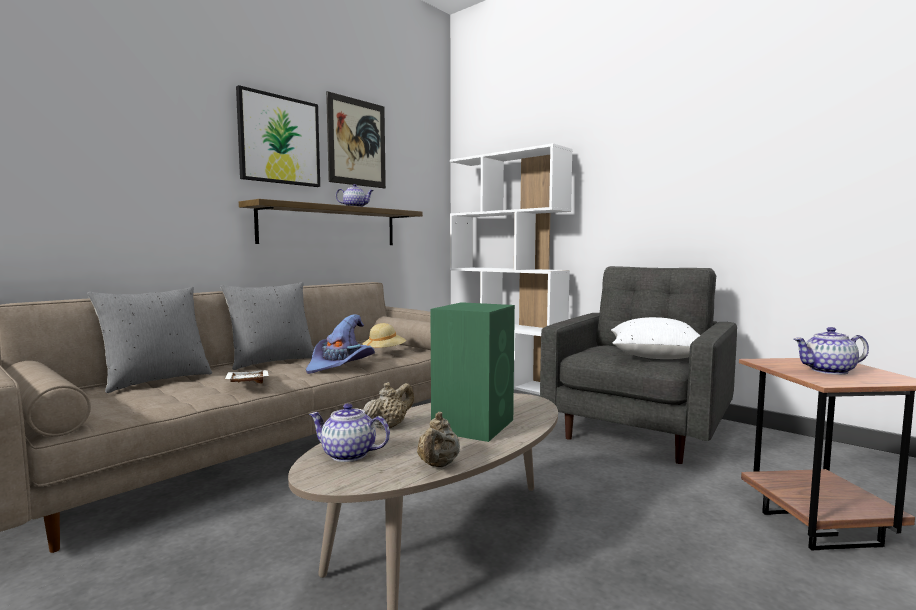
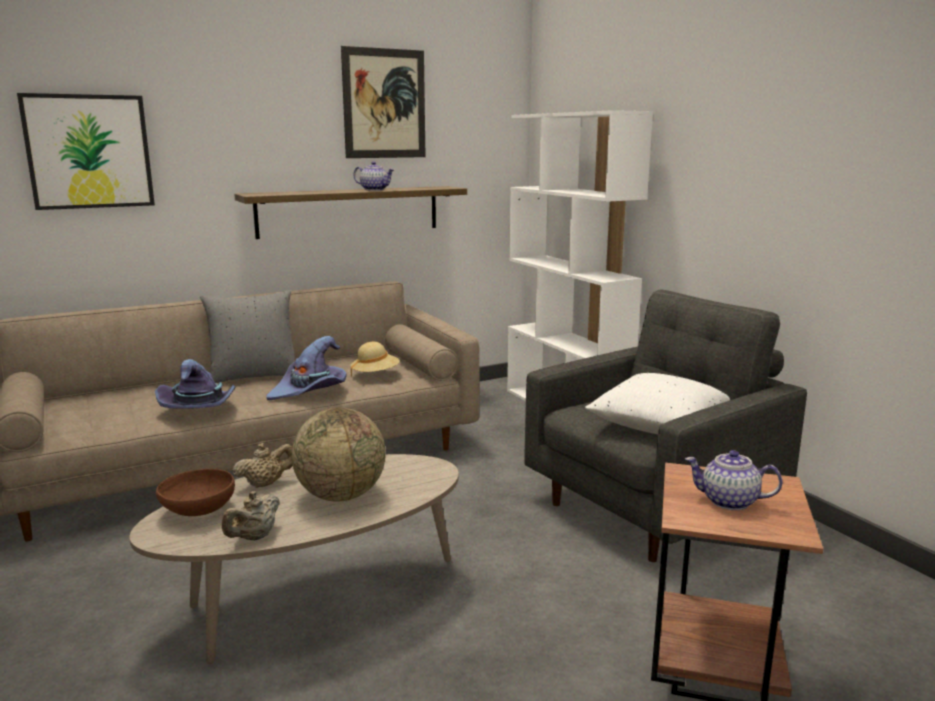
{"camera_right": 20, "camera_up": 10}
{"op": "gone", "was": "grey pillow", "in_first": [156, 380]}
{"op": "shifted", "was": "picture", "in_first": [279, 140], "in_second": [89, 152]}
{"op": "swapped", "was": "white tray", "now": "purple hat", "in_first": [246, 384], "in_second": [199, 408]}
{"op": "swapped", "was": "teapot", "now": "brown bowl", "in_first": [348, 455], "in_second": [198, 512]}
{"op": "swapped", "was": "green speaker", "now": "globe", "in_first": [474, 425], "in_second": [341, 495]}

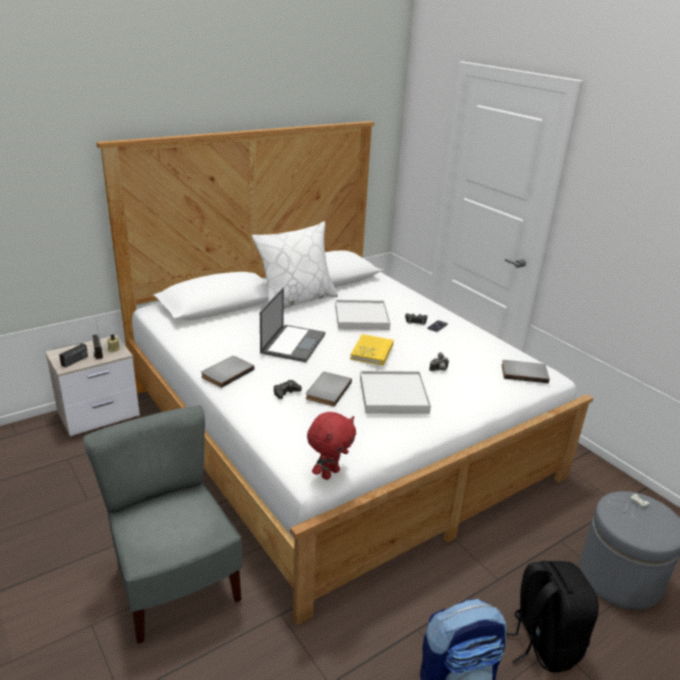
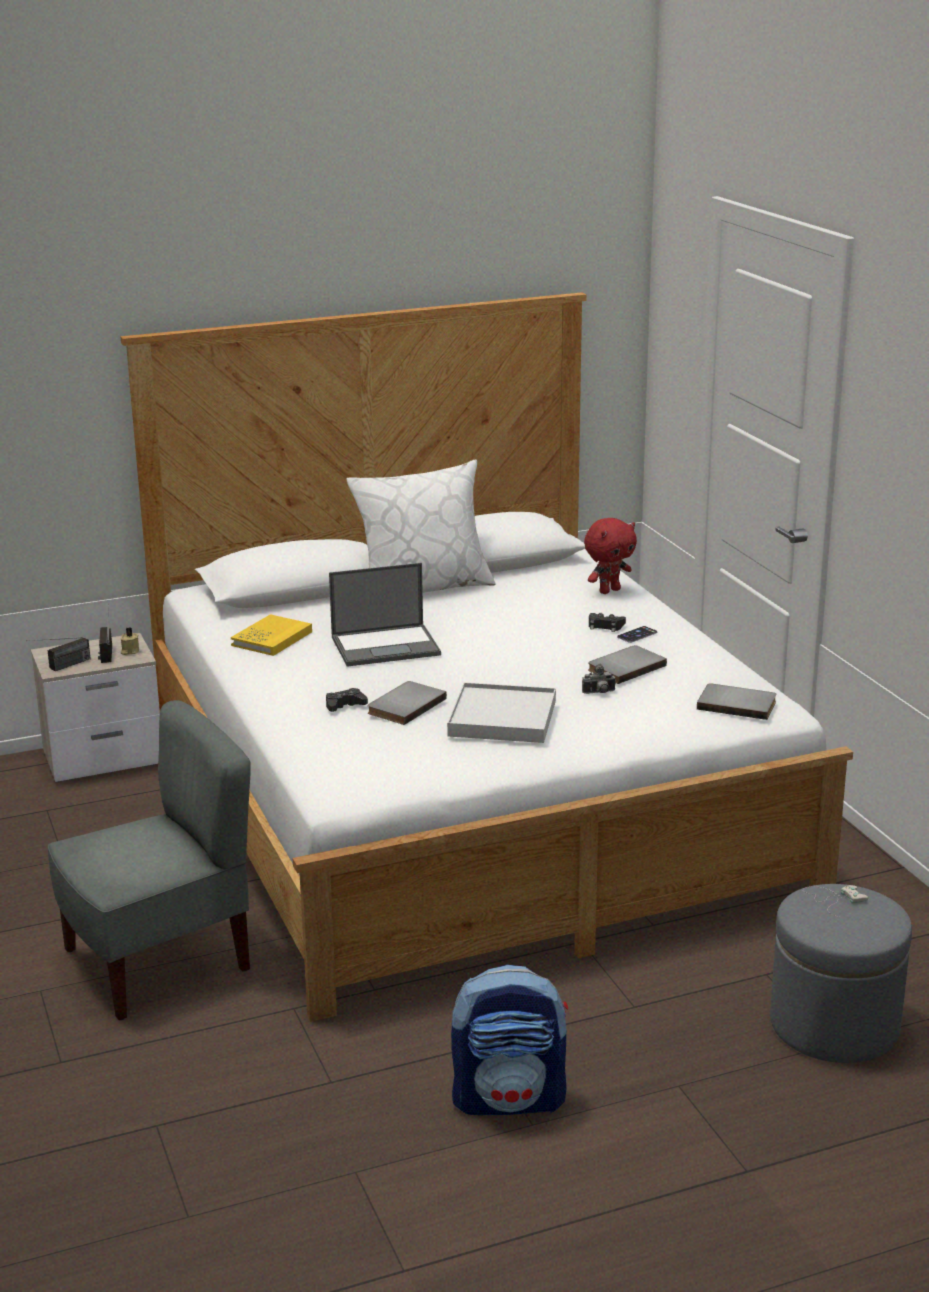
{"camera_right": 15, "camera_up": -5}
{"op": "gone", "was": "white tray", "in_first": [361, 318]}
{"op": "gone", "was": "black backpack", "in_first": [542, 642]}
{"op": "shifted", "was": "grey book", "in_first": [226, 372], "in_second": [624, 667]}
{"op": "shifted", "was": "red plush toy", "in_first": [329, 473], "in_second": [609, 590]}
{"op": "shifted", "was": "yellow book", "in_first": [372, 352], "in_second": [272, 639]}
{"op": "rotated", "was": "grey chair", "in_first": [174, 584], "in_second": [159, 962], "clockwise": 75}
{"op": "rotated", "was": "laptop", "in_first": [293, 343], "in_second": [387, 646], "clockwise": 45}

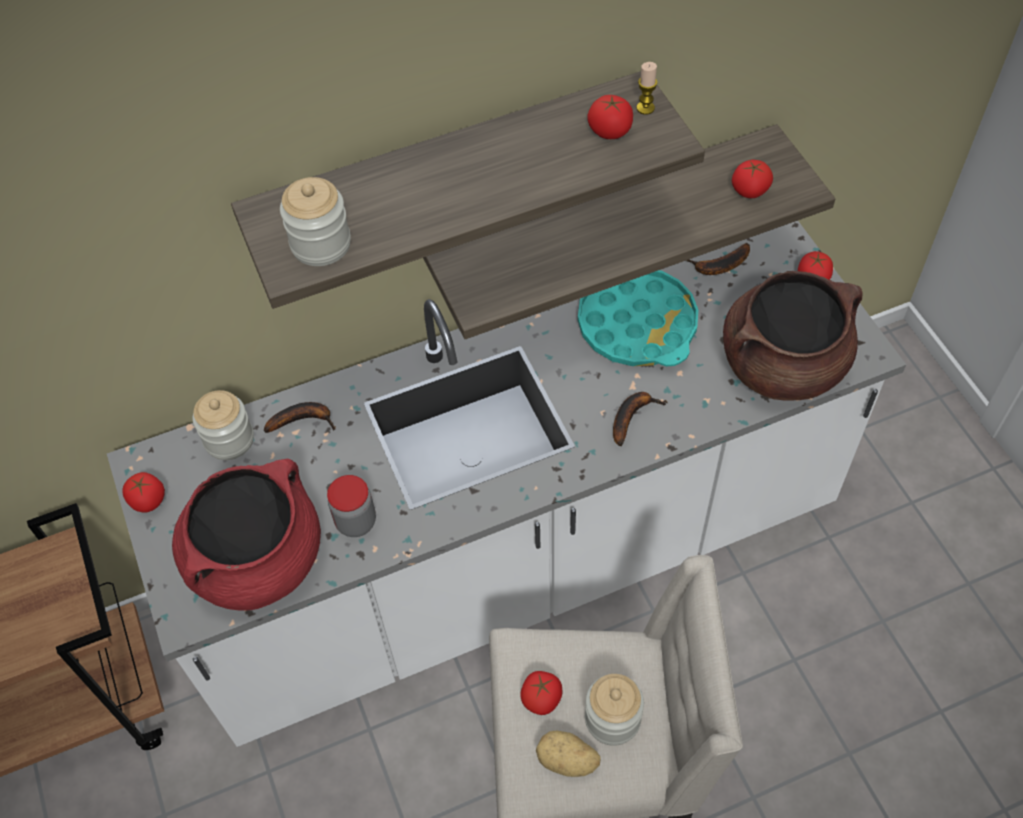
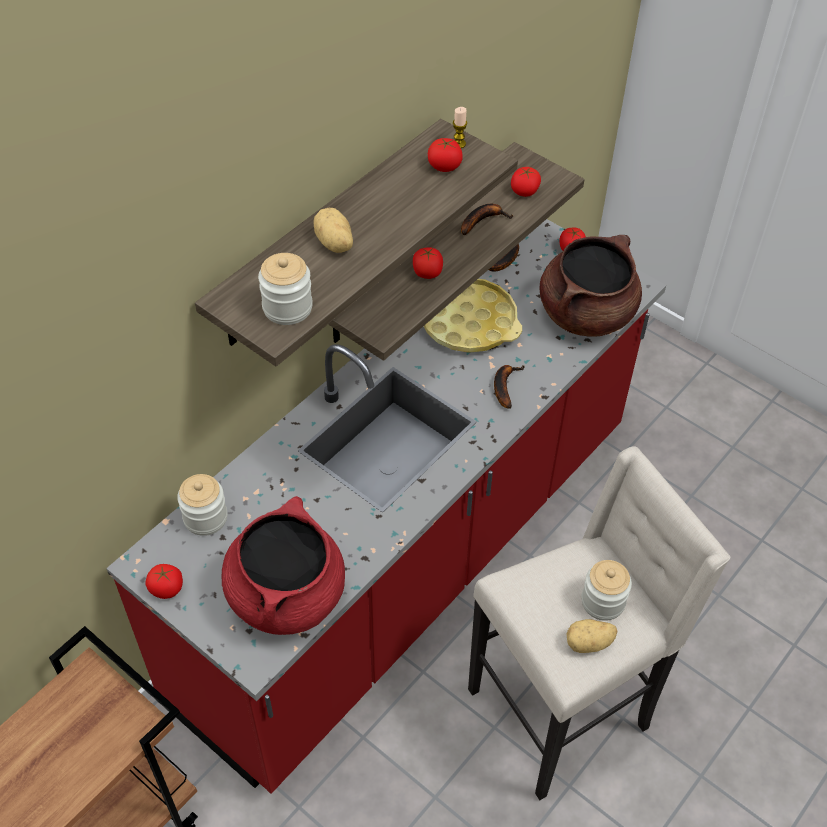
{"camera_right": -30, "camera_up": -5}
{"op": "gone", "was": "jar", "in_first": [356, 522]}
{"op": "new", "now": "potato", "in_second": [333, 244]}
{"op": "shifted", "was": "banana", "in_first": [304, 420], "in_second": [482, 220]}
{"op": "shifted", "was": "tomato", "in_first": [541, 699], "in_second": [427, 273]}
{"op": "repainted", "was": "white counter", "now": "red counter", "in_first": [519, 563], "in_second": [410, 563]}
{"op": "repainted", "was": "turquoise tray", "now": "yellow tray", "in_first": [637, 324], "in_second": [468, 321]}

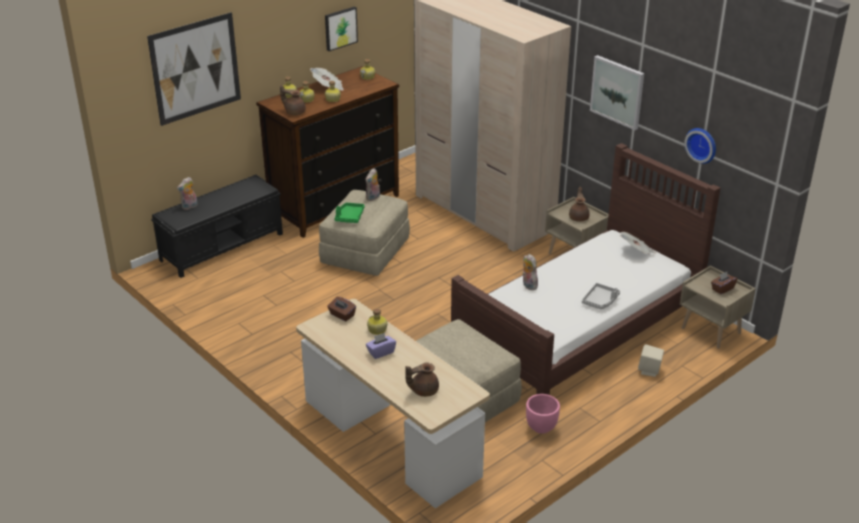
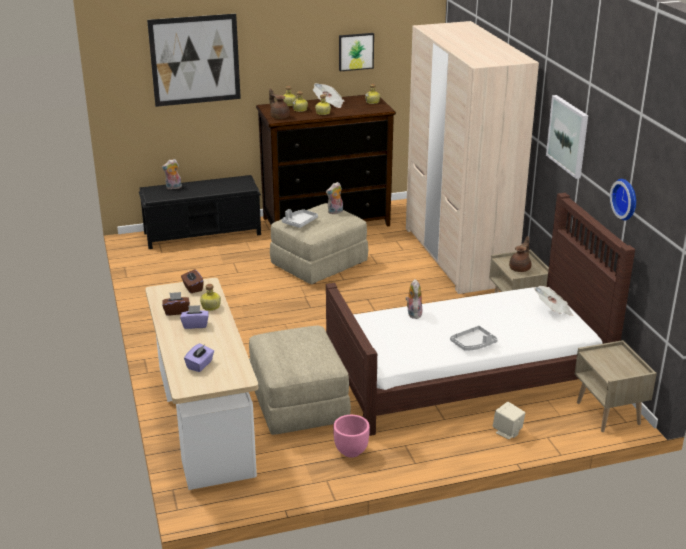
{"camera_right": 25, "camera_up": -5}
{"op": "shifted", "was": "brown tissue box", "in_first": [722, 289], "in_second": [176, 311]}
{"op": "swapped", "was": "brown teapot", "now": "purple tissue box", "in_first": [423, 390], "in_second": [200, 365]}
{"op": "repainted", "was": "green tray", "now": "grey tray", "in_first": [349, 217], "in_second": [299, 222]}

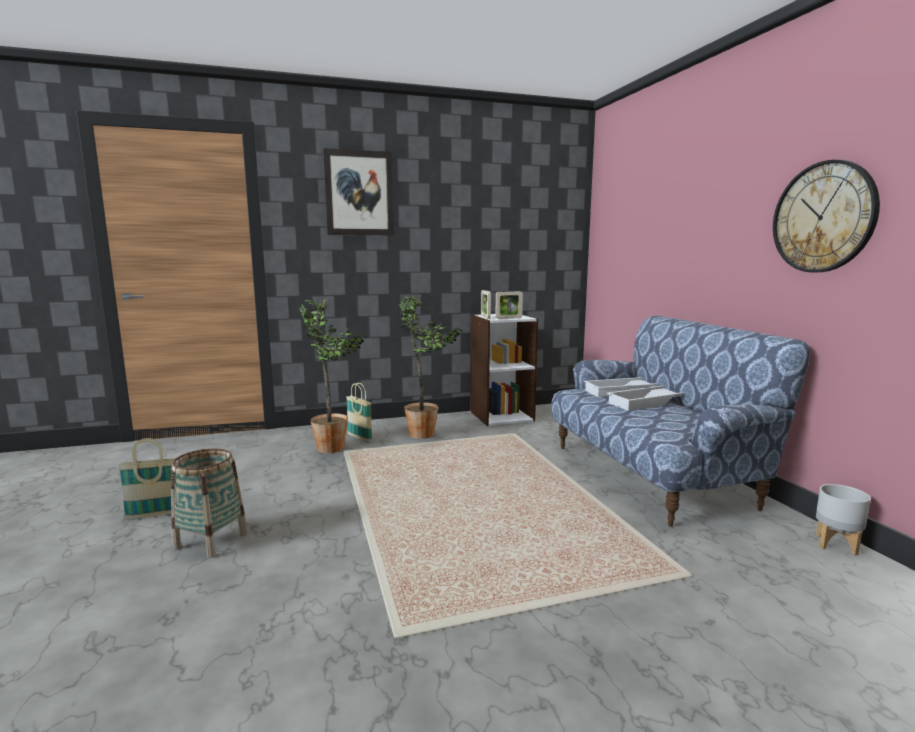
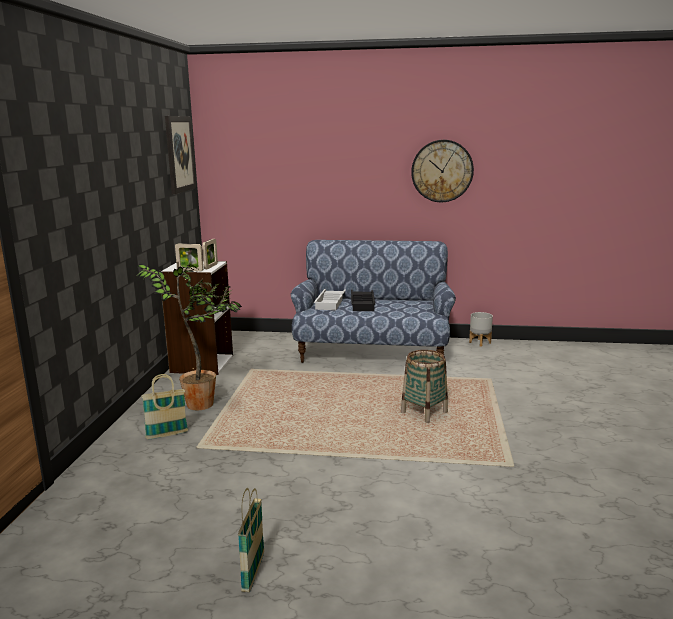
{"camera_right": -65, "camera_up": 5}
{"op": "gone", "was": "potted plant", "in_first": [332, 449]}
{"op": "shifted", "was": "basket", "in_first": [211, 541], "in_second": [424, 413]}
{"op": "shifted", "was": "picture", "in_first": [359, 193], "in_second": [180, 154]}
{"op": "repainted", "was": "white tray", "now": "black tray", "in_first": [647, 403], "in_second": [363, 303]}

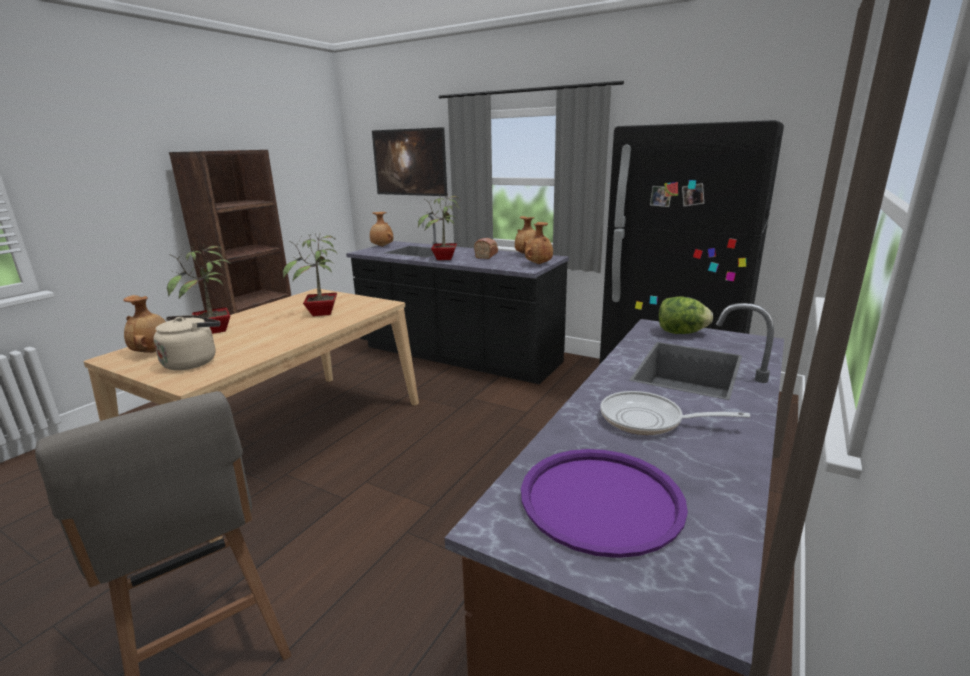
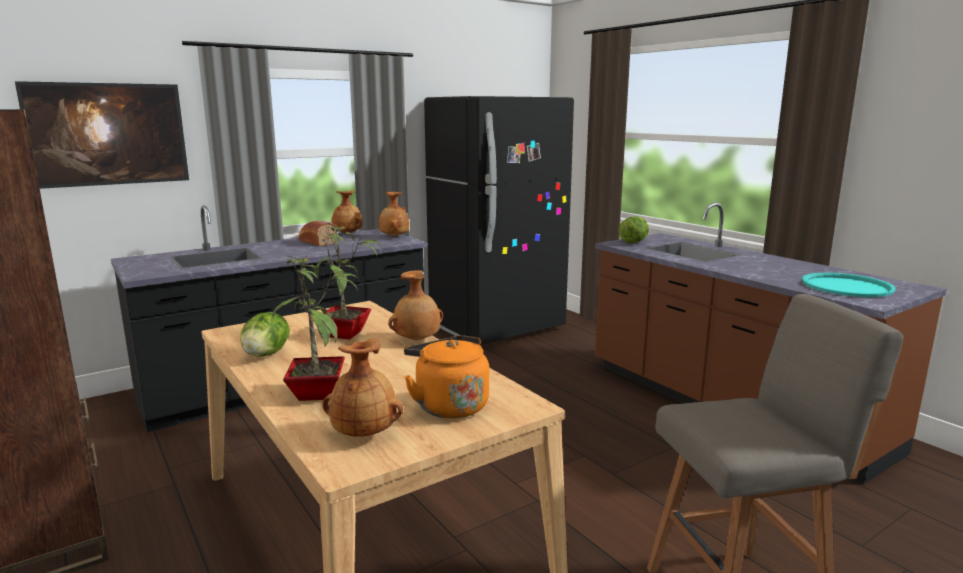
{"camera_right": -65, "camera_up": -5}
{"op": "gone", "was": "potted plant", "in_first": [444, 259]}
{"op": "gone", "was": "frying pan", "in_first": [648, 420]}
{"op": "new", "now": "lettuce", "in_second": [266, 354]}
{"op": "shifted", "was": "brown vase", "in_first": [382, 246], "in_second": [417, 340]}
{"op": "repainted", "was": "beige kettle", "now": "orange kettle", "in_first": [193, 362], "in_second": [448, 405]}
{"op": "repainted", "was": "purple tray", "now": "turquoise tray", "in_first": [600, 500], "in_second": [847, 286]}

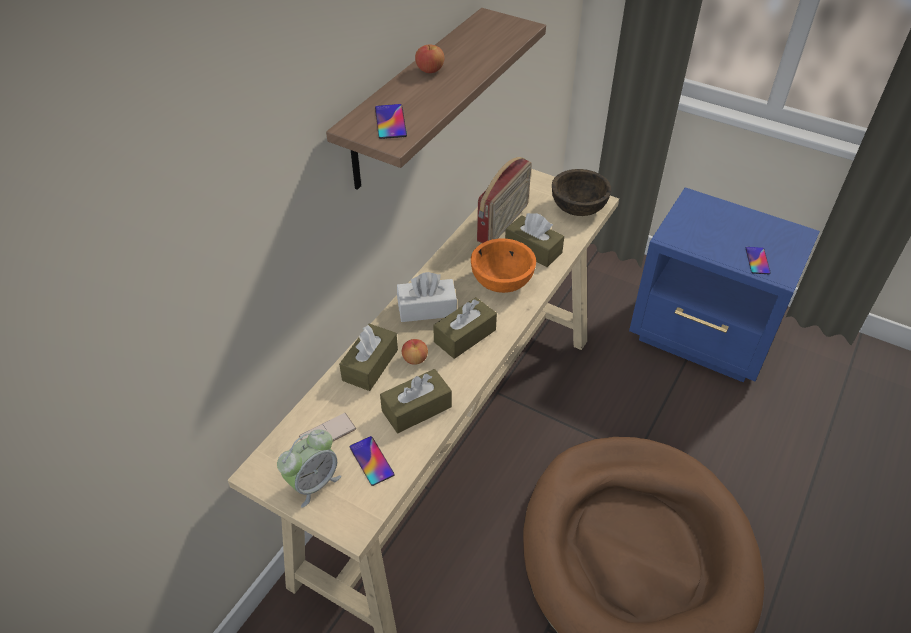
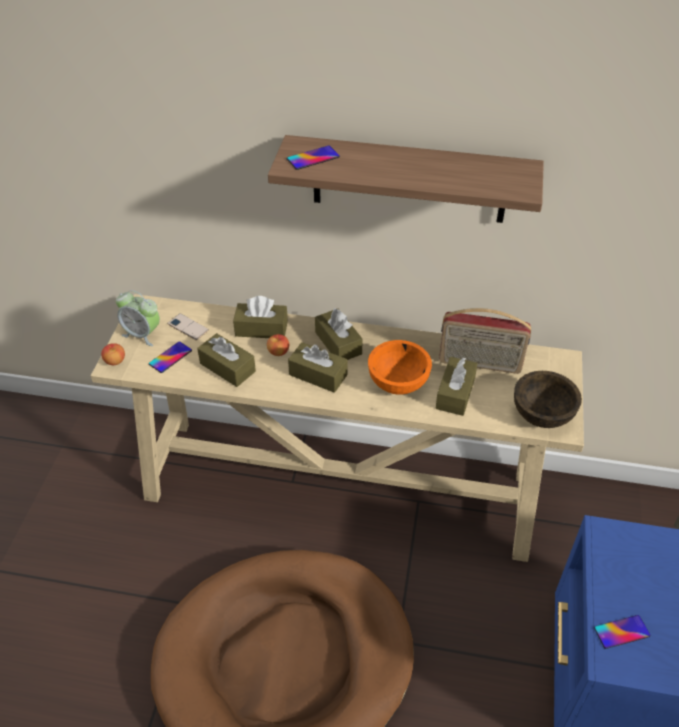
{"camera_right": 70, "camera_up": 0}
{"op": "shifted", "was": "apple", "in_first": [430, 70], "in_second": [115, 361]}
{"op": "repainted", "was": "white tissue box", "now": "brown tissue box", "in_first": [427, 309], "in_second": [338, 343]}

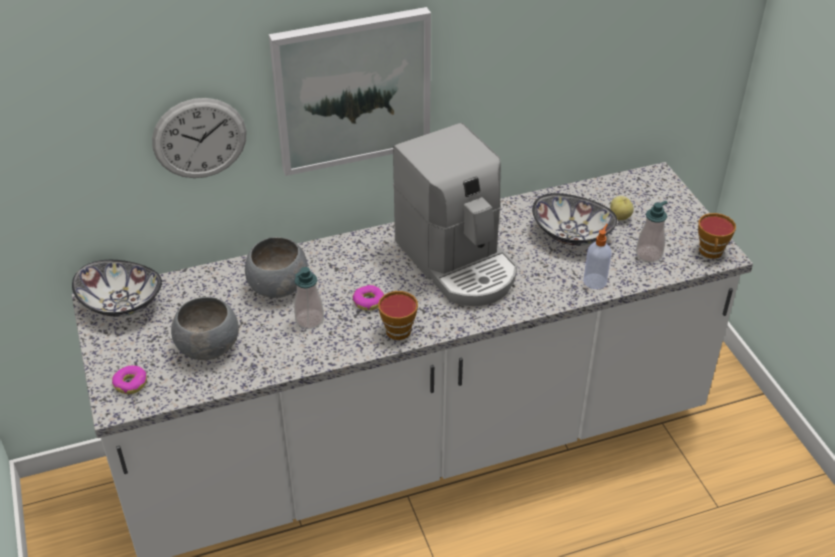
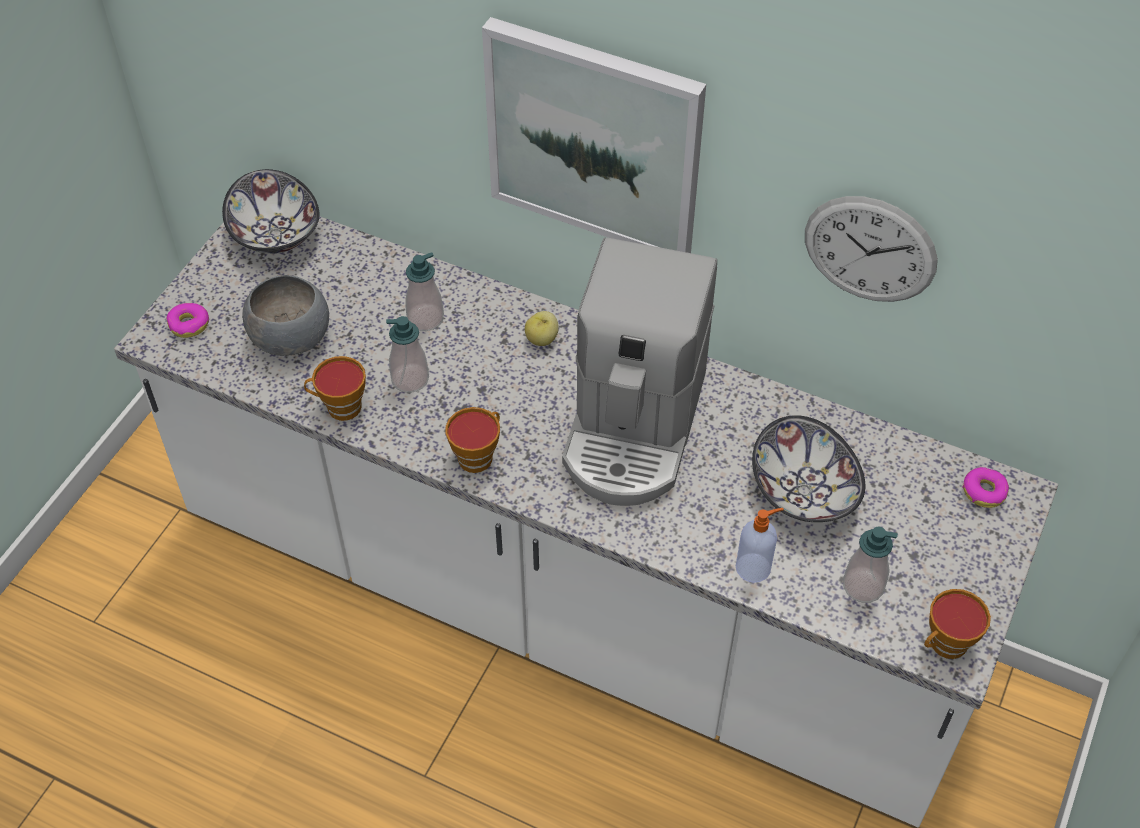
{"camera_right": 45, "camera_up": 10}
{"op": "new", "now": "cup", "in_second": [339, 407]}
{"op": "shifted", "was": "wall clock", "in_first": [199, 138], "in_second": [870, 249]}
{"op": "shifted", "was": "donut", "in_first": [368, 301], "in_second": [984, 491]}
{"op": "shifted", "was": "apple", "in_first": [620, 216], "in_second": [542, 339]}
{"op": "swapped", "was": "grey bowl", "now": "soap dispenser", "in_first": [277, 286], "in_second": [425, 318]}

